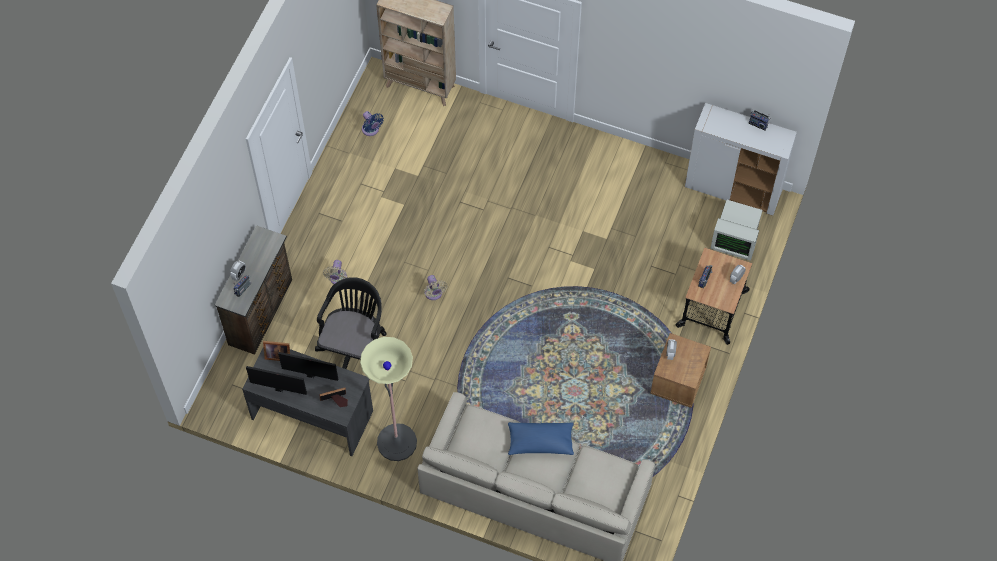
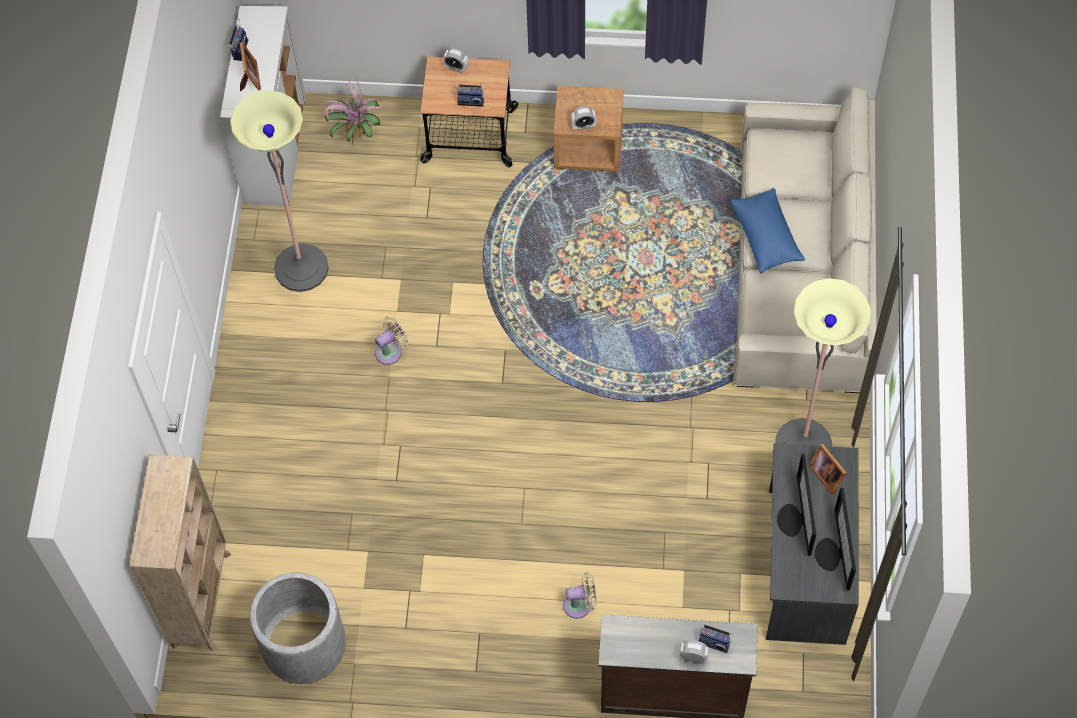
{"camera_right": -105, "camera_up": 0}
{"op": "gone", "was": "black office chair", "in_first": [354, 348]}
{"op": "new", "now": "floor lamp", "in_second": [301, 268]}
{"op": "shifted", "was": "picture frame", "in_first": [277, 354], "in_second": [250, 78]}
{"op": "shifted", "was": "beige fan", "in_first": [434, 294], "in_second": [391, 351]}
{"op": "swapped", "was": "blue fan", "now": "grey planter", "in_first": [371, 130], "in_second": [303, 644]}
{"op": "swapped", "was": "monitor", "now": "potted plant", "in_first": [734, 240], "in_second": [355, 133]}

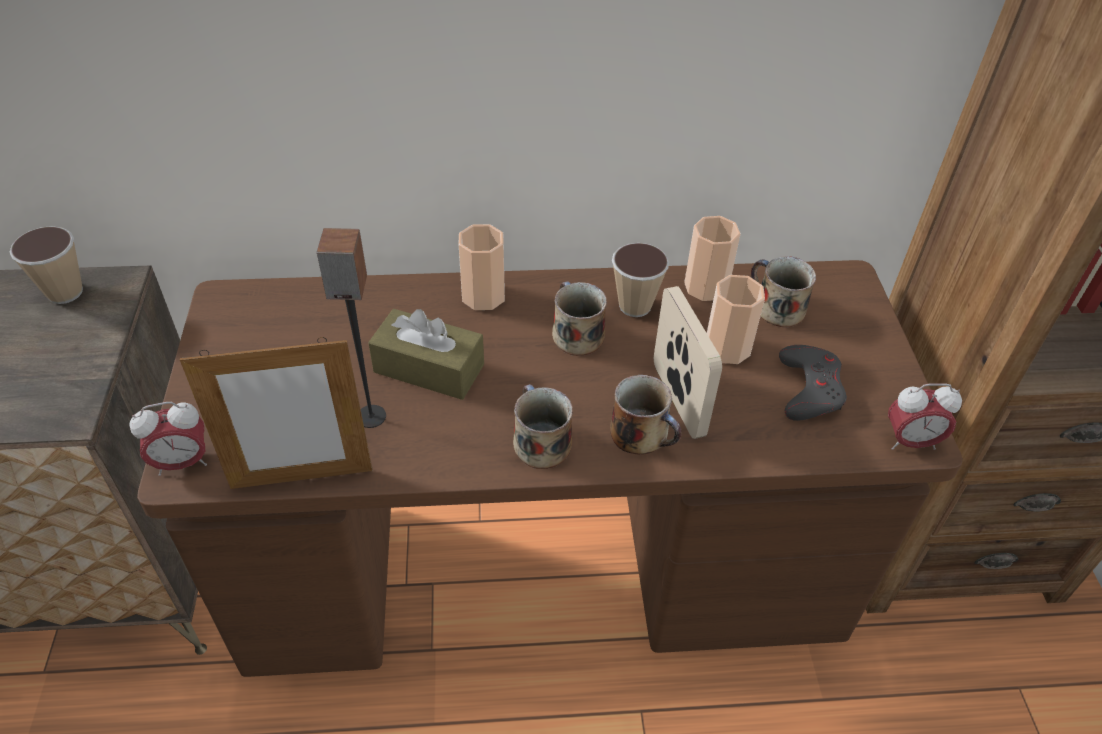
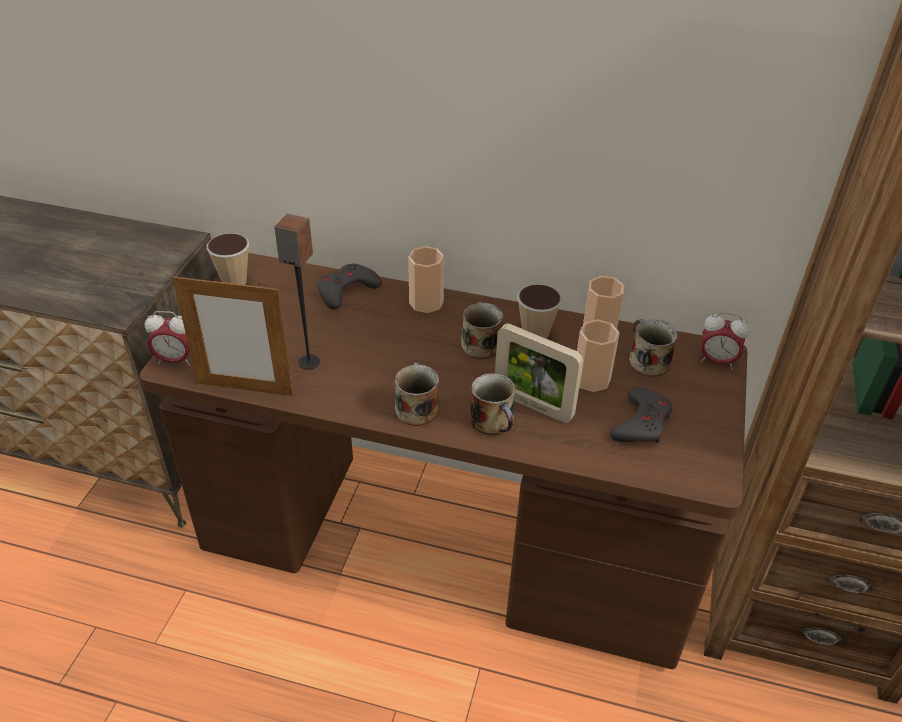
{"camera_right": 20, "camera_up": -5}
{"op": "gone", "was": "brown tissue box", "in_first": [429, 368]}
{"op": "new", "now": "grey game controller", "in_second": [346, 290]}
{"op": "shifted", "was": "cup", "in_first": [65, 292], "in_second": [234, 281]}
{"op": "shifted", "was": "alarm clock", "in_first": [910, 442], "in_second": [716, 361]}
{"op": "rotated", "was": "picture frame", "in_first": [678, 400], "in_second": [533, 405], "clockwise": 120}

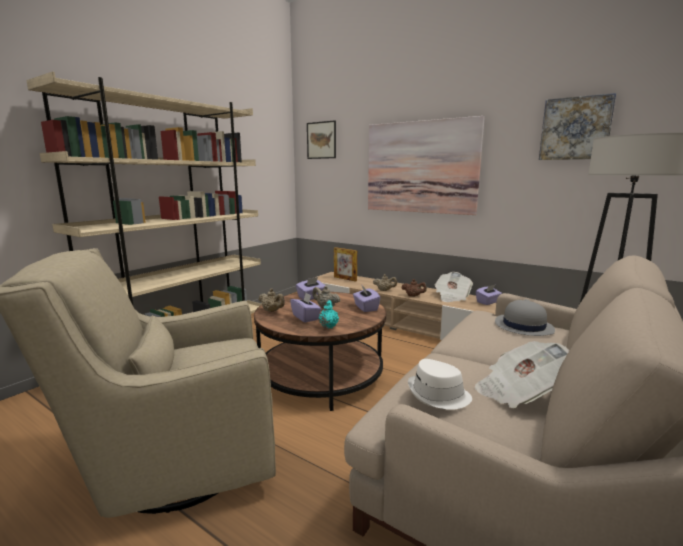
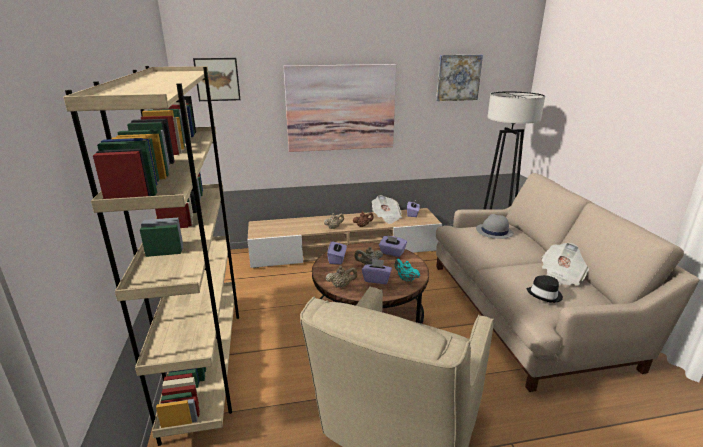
{"camera_right": -45, "camera_up": 10}
{"op": "gone", "was": "picture frame", "in_first": [345, 279]}
{"op": "repainted", "was": "white hat", "now": "black hat", "in_first": [438, 395], "in_second": [545, 294]}

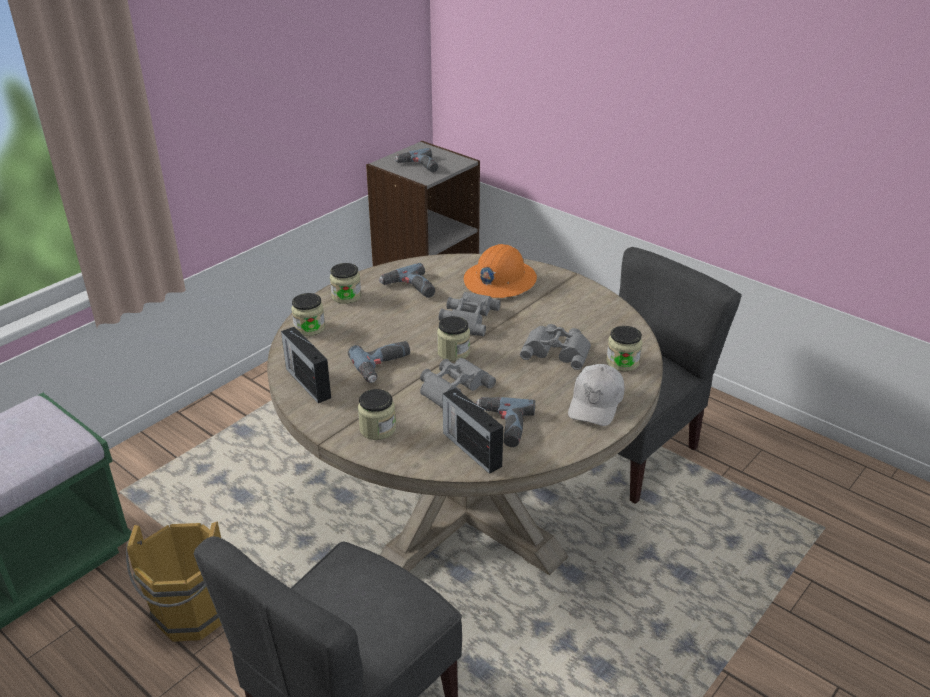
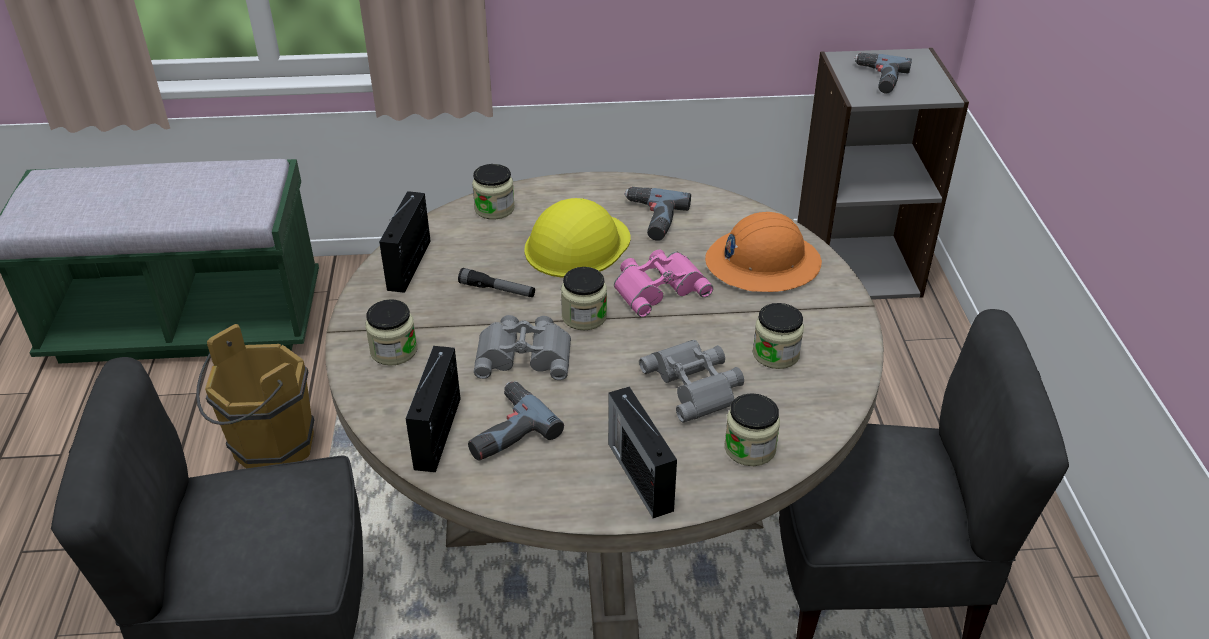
{"camera_right": 45, "camera_up": 5}
{"op": "new", "now": "yellow hard hat", "in_second": [577, 245]}
{"op": "shifted", "was": "jar", "in_first": [346, 296], "in_second": [775, 354]}
{"op": "swapped", "was": "power drill", "now": "flashlight", "in_first": [384, 366], "in_second": [497, 290]}
{"op": "swapped", "was": "white cap", "now": "radio", "in_first": [596, 403], "in_second": [639, 474]}
{"op": "repainted", "was": "grey binoculars", "now": "pink binoculars", "in_first": [467, 318], "in_second": [658, 287]}

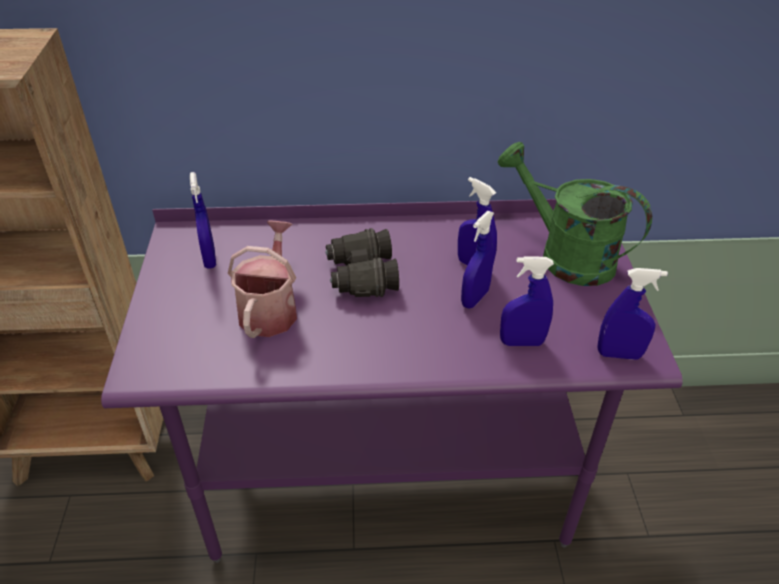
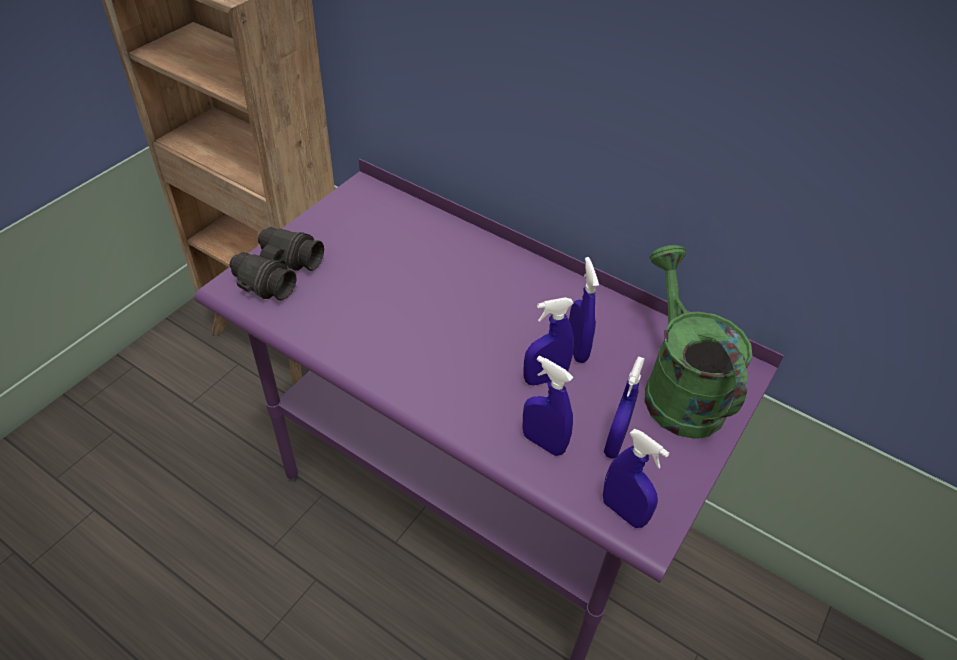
{"camera_right": 35, "camera_up": 5}
{"op": "gone", "was": "watering can", "in_first": [270, 308]}
{"op": "shifted", "was": "blue spray bottle", "in_first": [209, 258], "in_second": [615, 442]}
{"op": "shifted", "was": "black binoculars", "in_first": [361, 276], "in_second": [277, 273]}

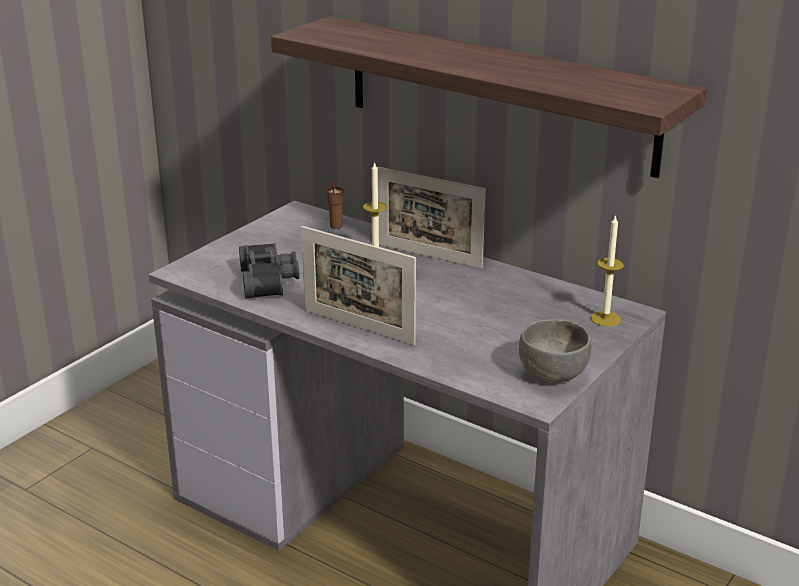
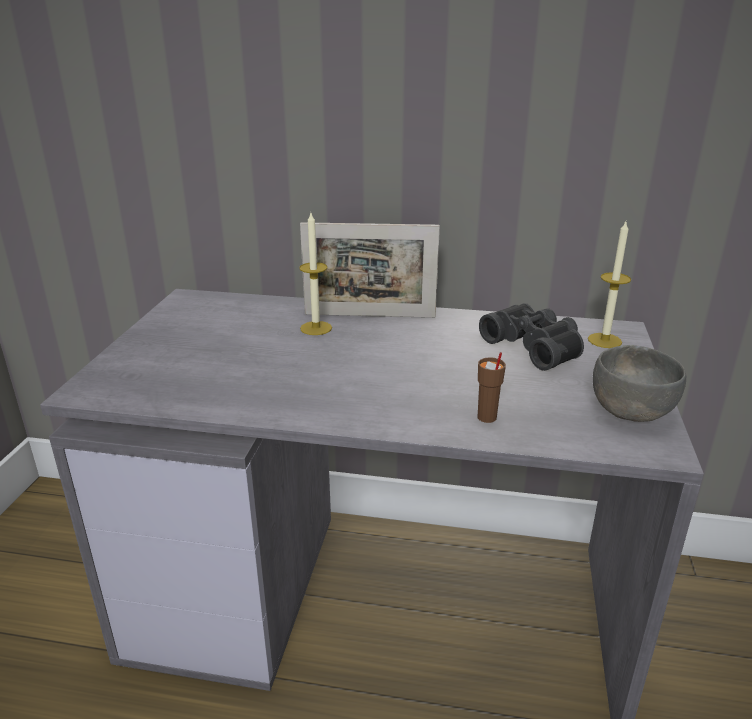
{"camera_right": -25, "camera_up": 0}
{"op": "gone", "was": "shelf", "in_first": [498, 94]}
{"op": "gone", "was": "picture frame", "in_first": [358, 327]}
{"op": "shifted", "was": "black binoculars", "in_first": [270, 281], "in_second": [535, 347]}
{"op": "shifted", "was": "brown cup", "in_first": [335, 226], "in_second": [486, 418]}

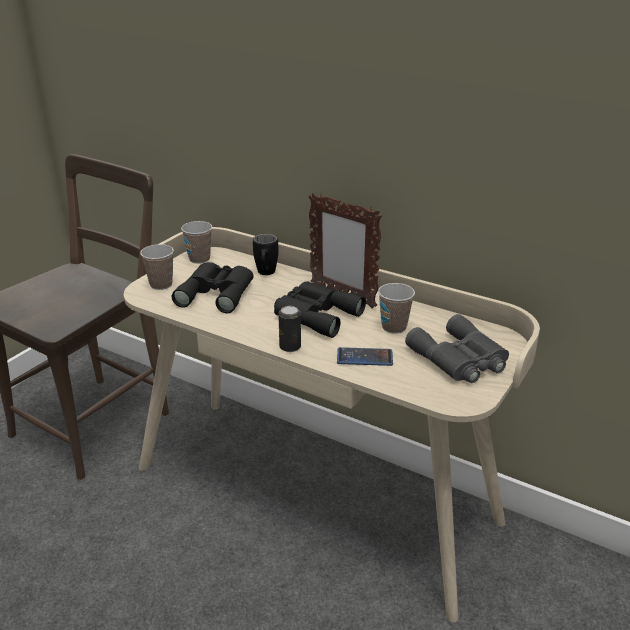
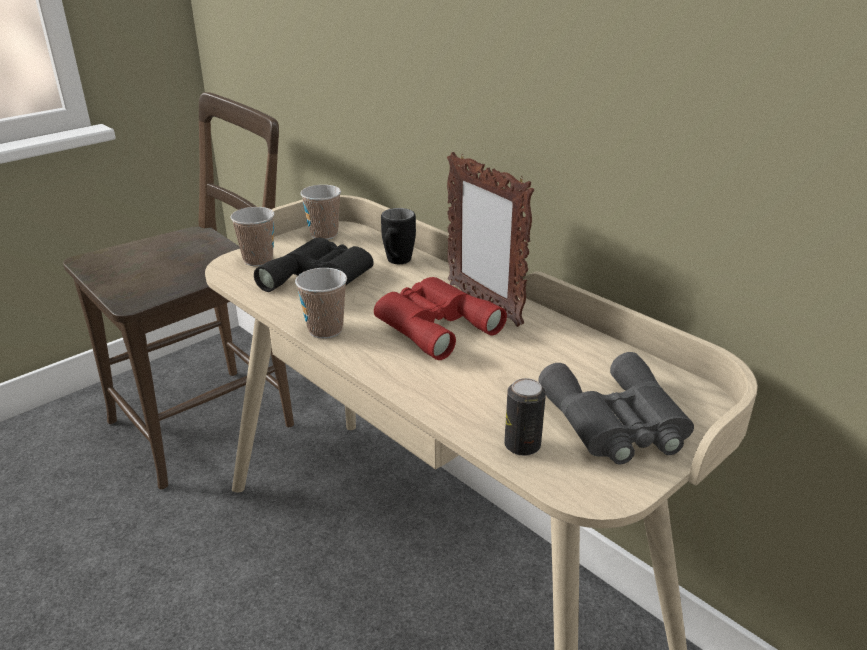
{"camera_right": 15, "camera_up": 0}
{"op": "gone", "was": "phone", "in_first": [364, 357]}
{"op": "shifted", "was": "can", "in_first": [290, 347], "in_second": [522, 445]}
{"op": "shifted", "was": "cup", "in_first": [394, 327], "in_second": [325, 330]}
{"op": "repainted", "was": "black binoculars", "now": "red binoculars", "in_first": [315, 314], "in_second": [433, 324]}

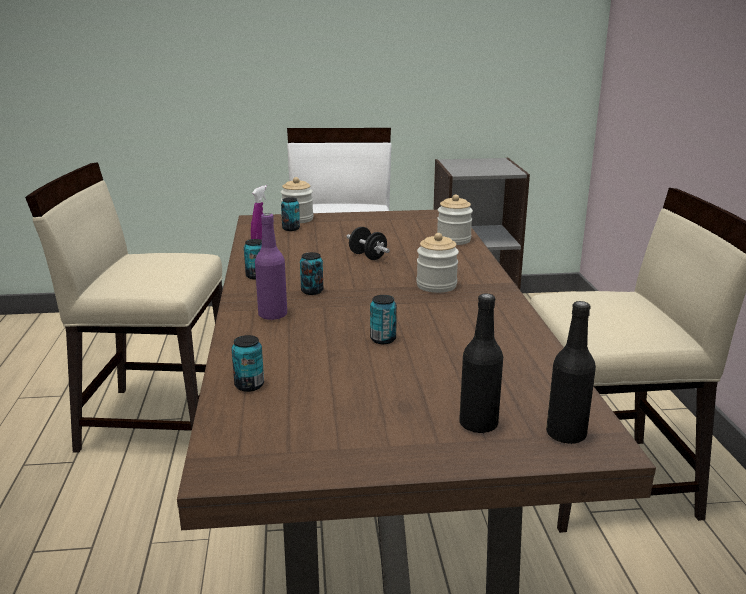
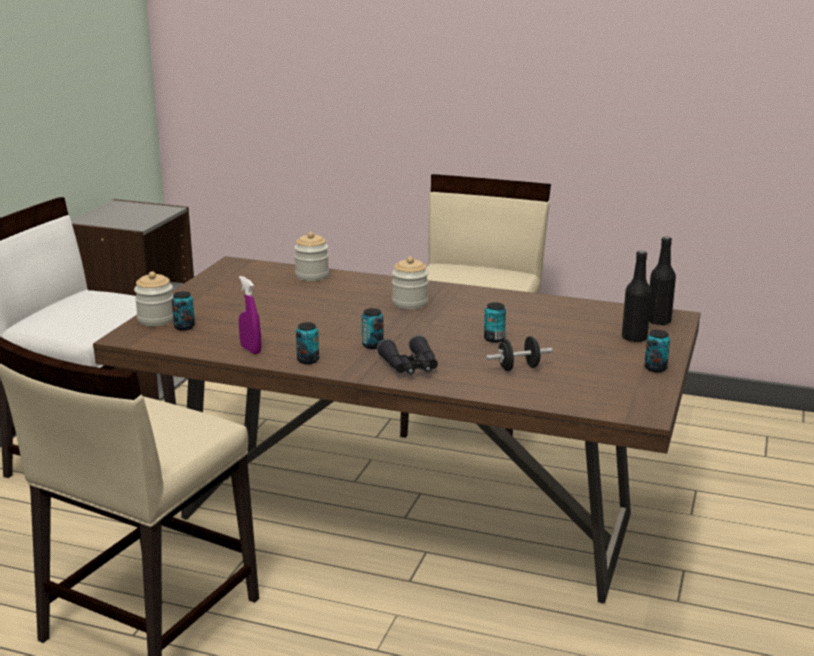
{"camera_right": -65, "camera_up": 0}
{"op": "shifted", "was": "can", "in_first": [249, 385], "in_second": [655, 368]}
{"op": "shifted", "was": "black dumbbell", "in_first": [367, 256], "in_second": [518, 368]}
{"op": "swapped", "was": "purple bottle", "now": "black binoculars", "in_first": [272, 315], "in_second": [410, 366]}

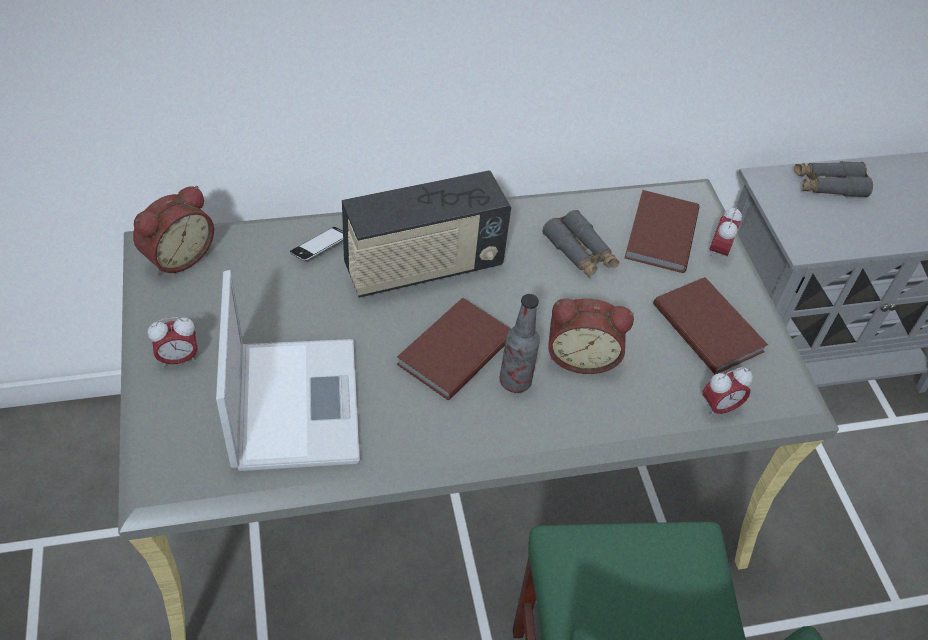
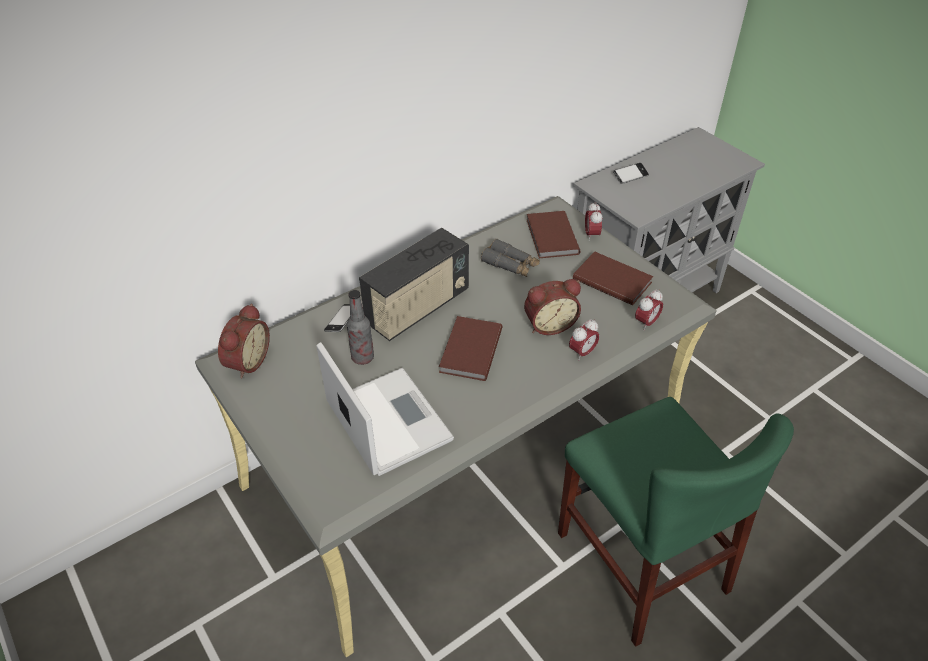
{"camera_right": -20, "camera_up": -5}
{"op": "shifted", "was": "alarm clock", "in_first": [178, 359], "in_second": [582, 353]}
{"op": "shifted", "was": "bottle", "in_first": [515, 381], "in_second": [362, 358]}
{"op": "swapped", "was": "grey binoculars", "now": "phone", "in_first": [828, 186], "in_second": [630, 176]}

